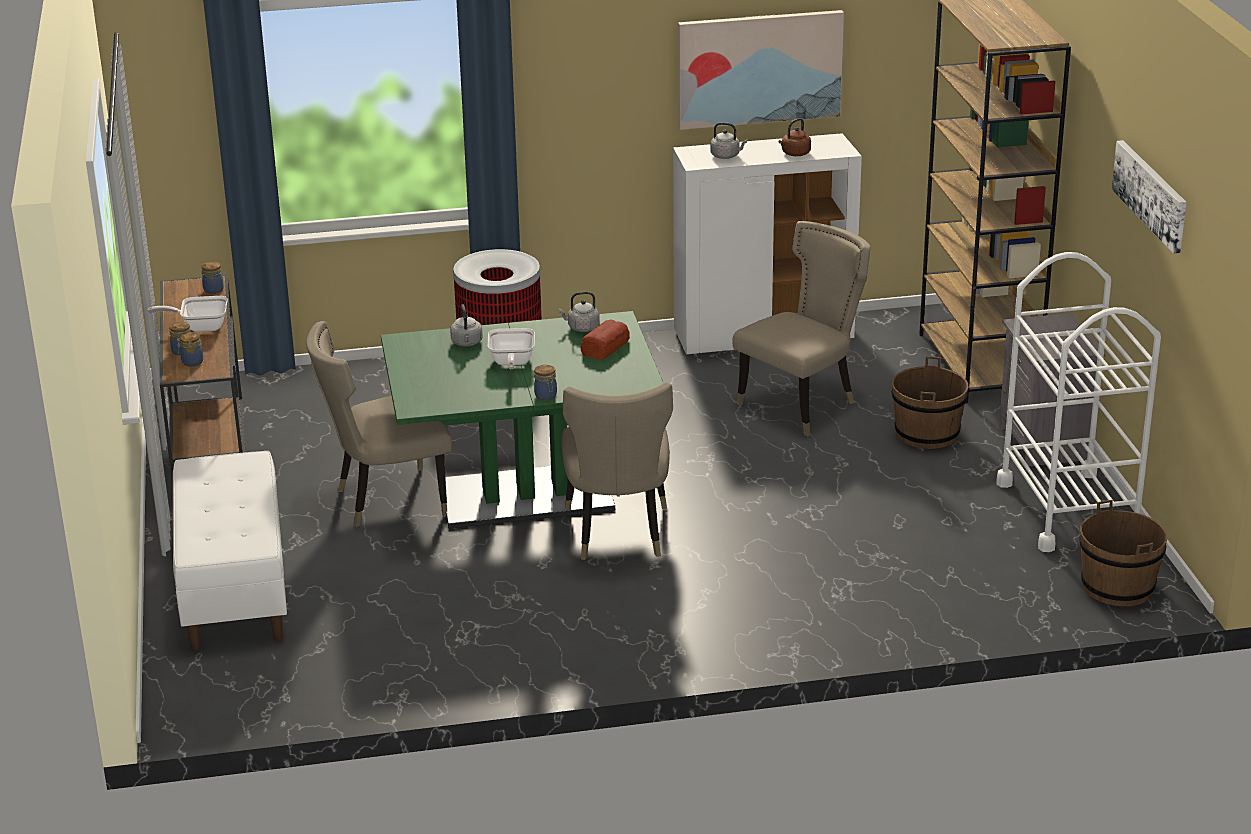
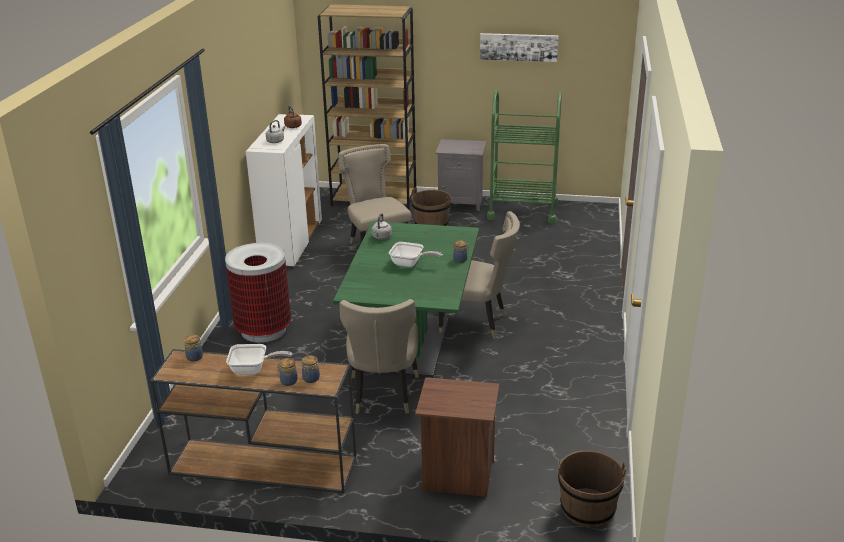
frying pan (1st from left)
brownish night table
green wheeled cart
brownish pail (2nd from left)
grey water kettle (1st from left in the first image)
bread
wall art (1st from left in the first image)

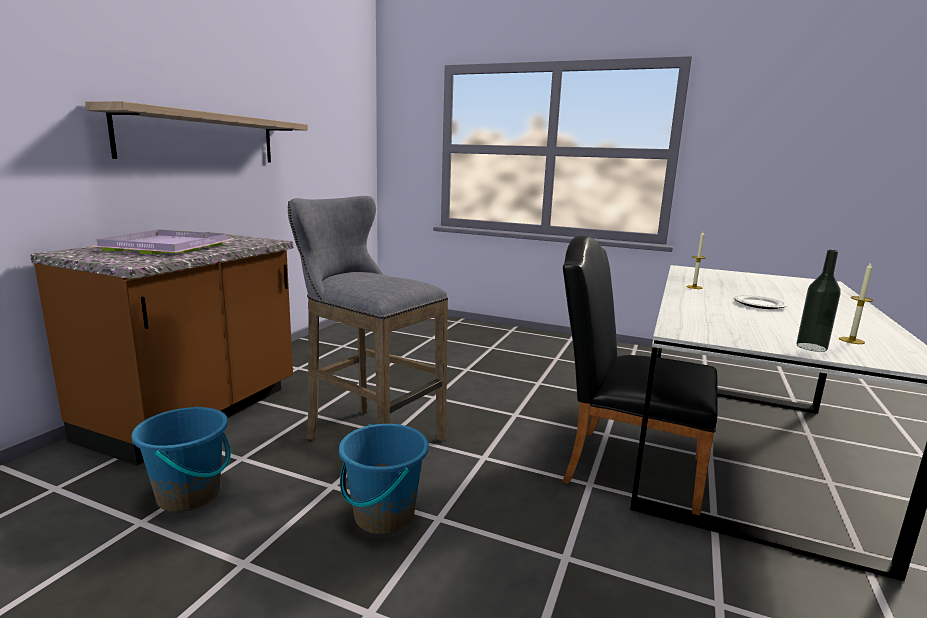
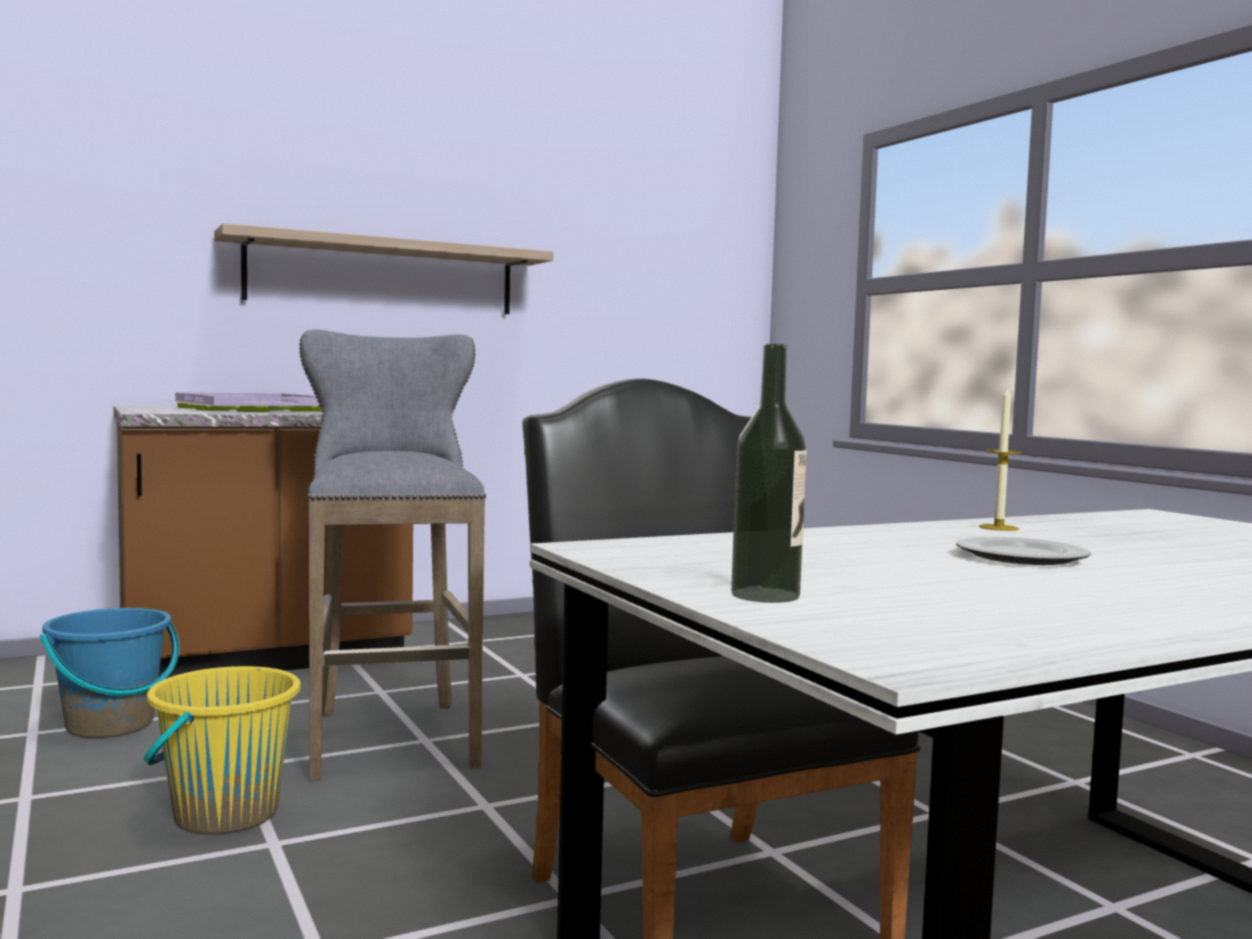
yellow-coloured pail
candle (2nd from left in the first image)

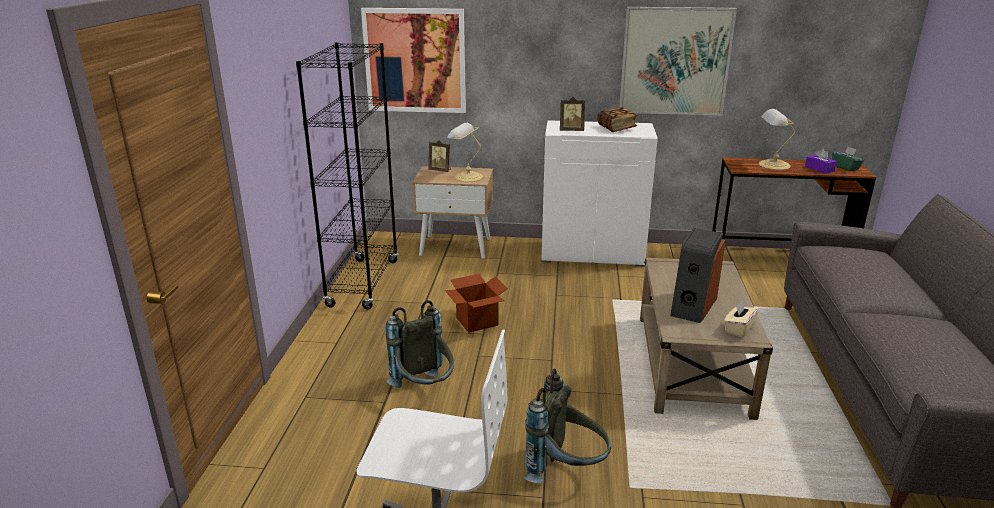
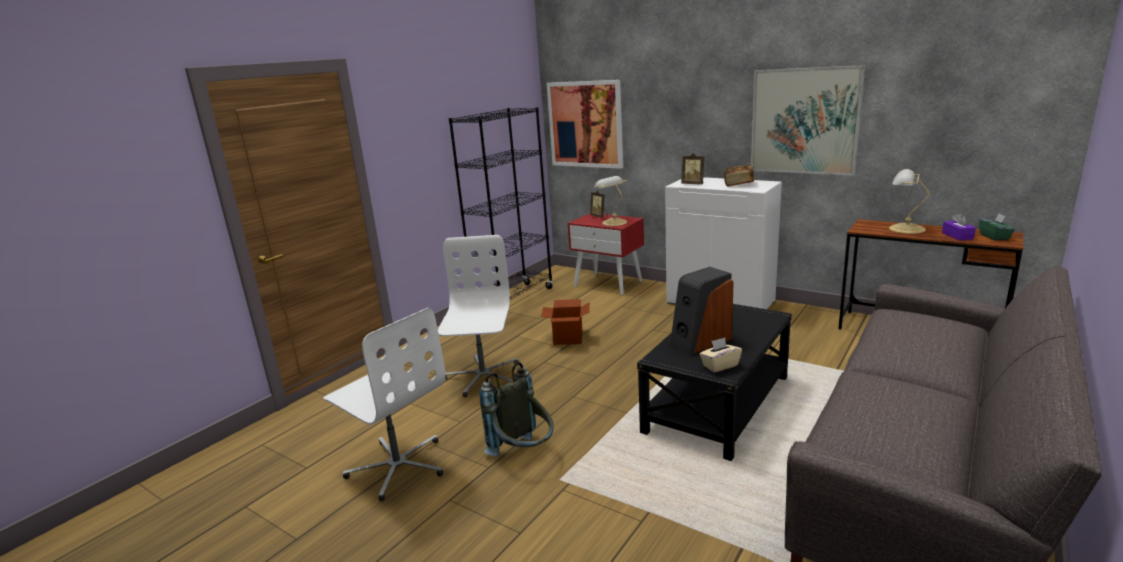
white-coloured office chair (2nd from left)
red-coloured night table
blackish coffee table

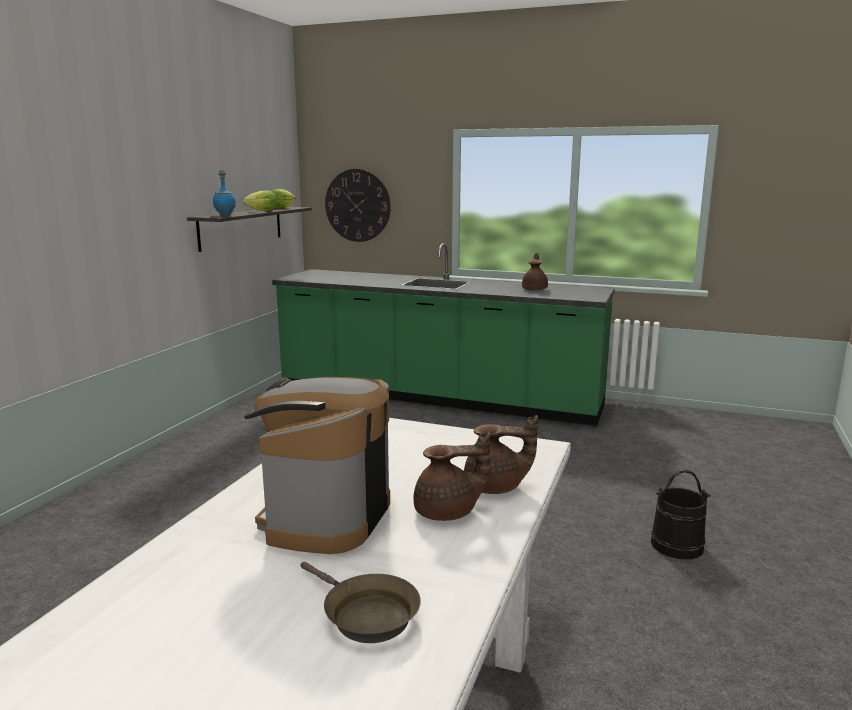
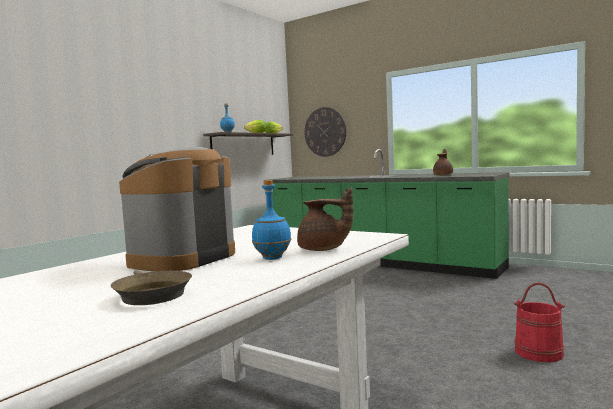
blue beverage bottle (2nd from left)
red-coloured pail

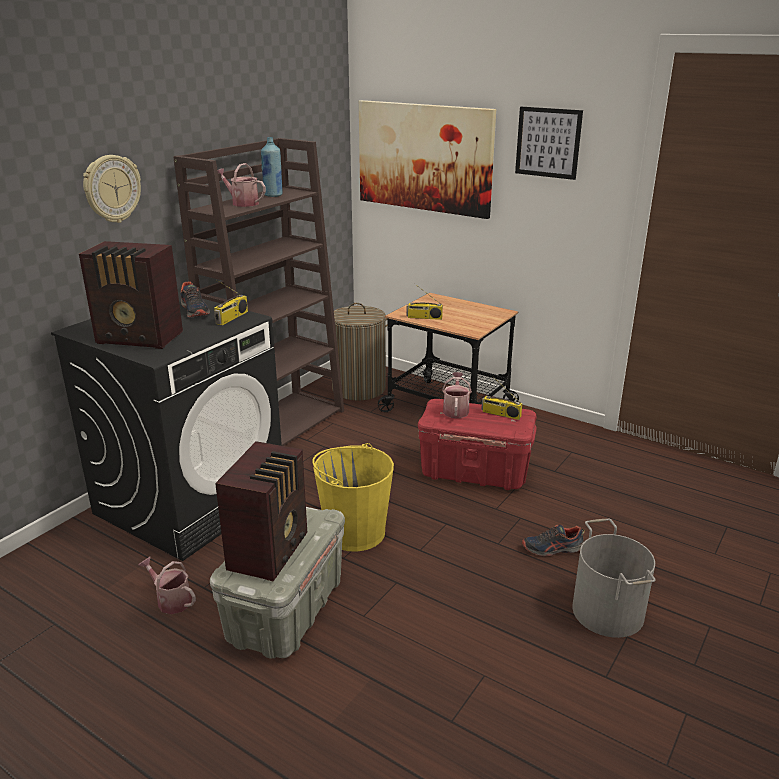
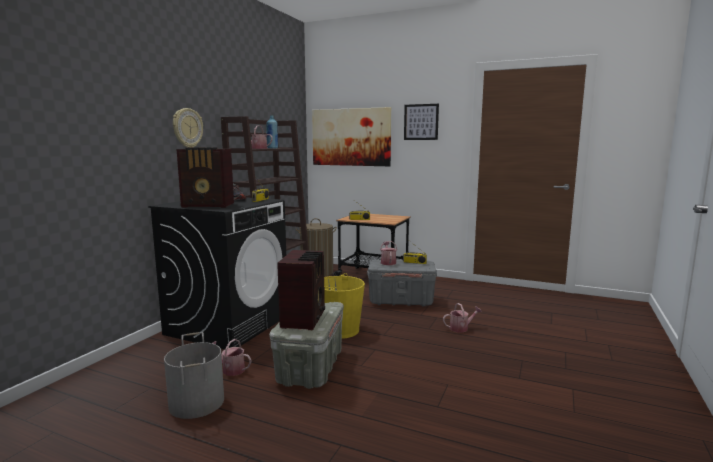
grey pail
grey storage bin (2nd from left)
watering can (4th from left)

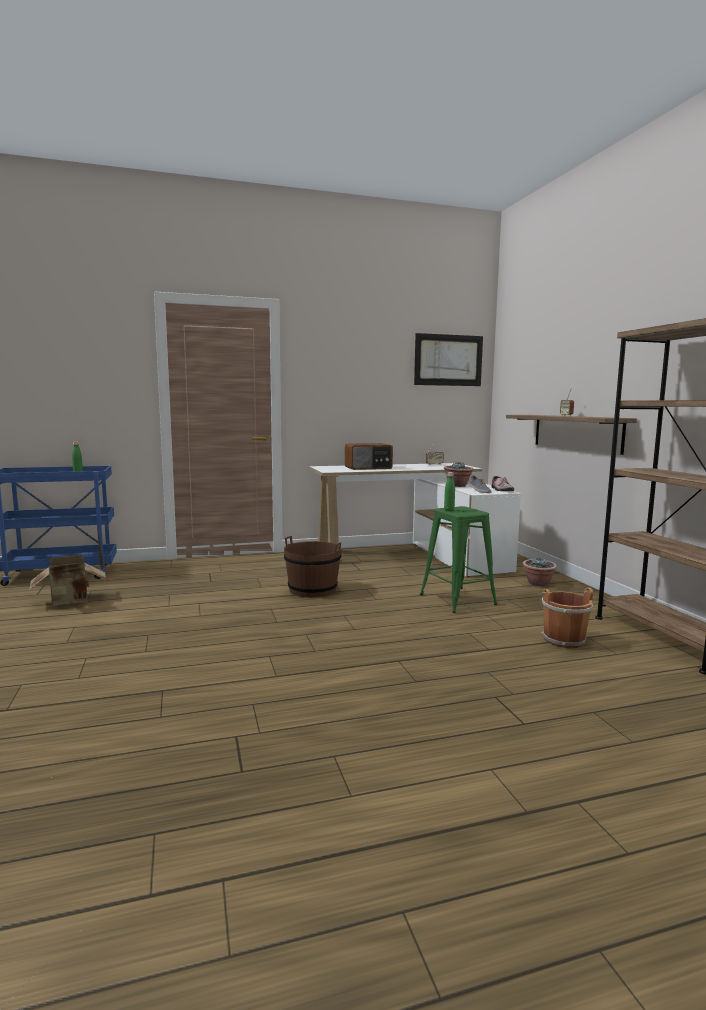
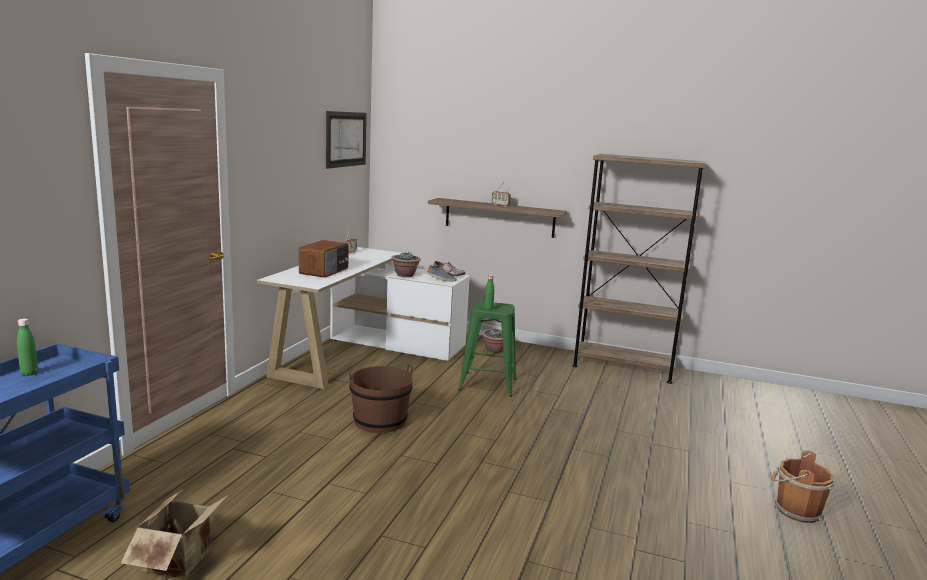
brownish pail (2nd from left)

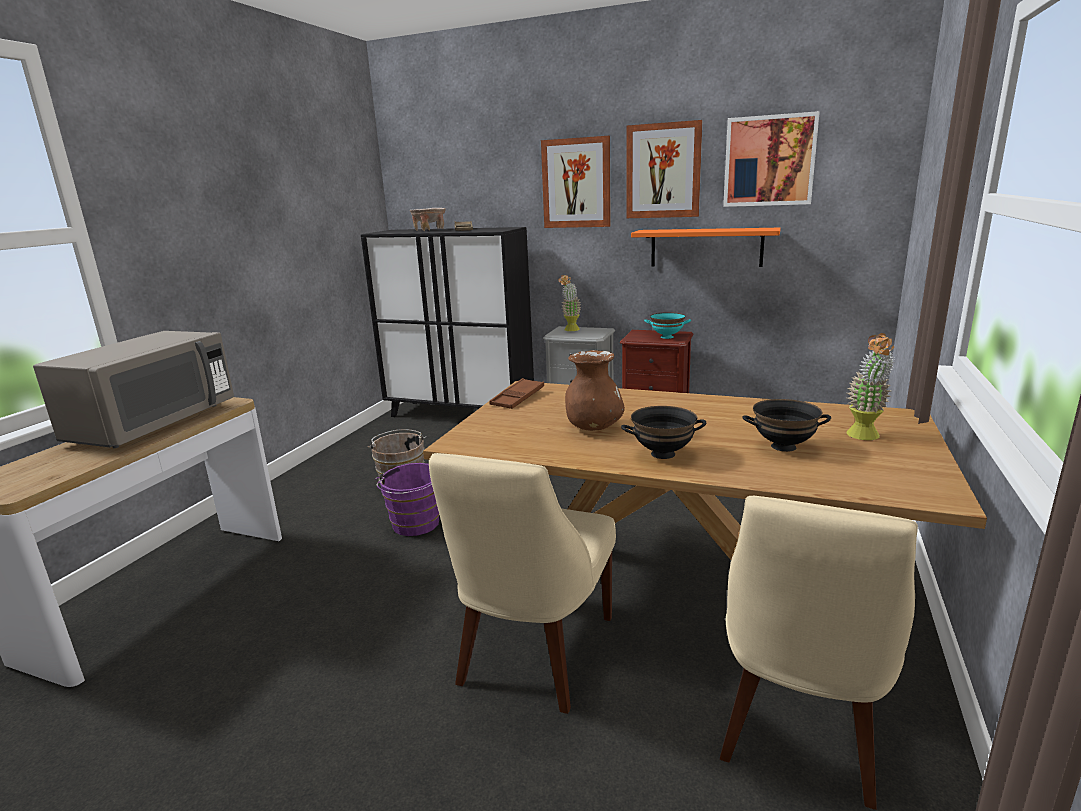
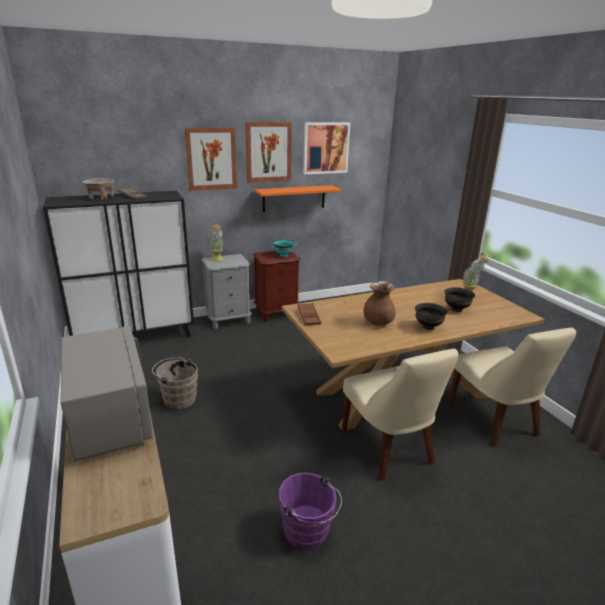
purple-coloured pail

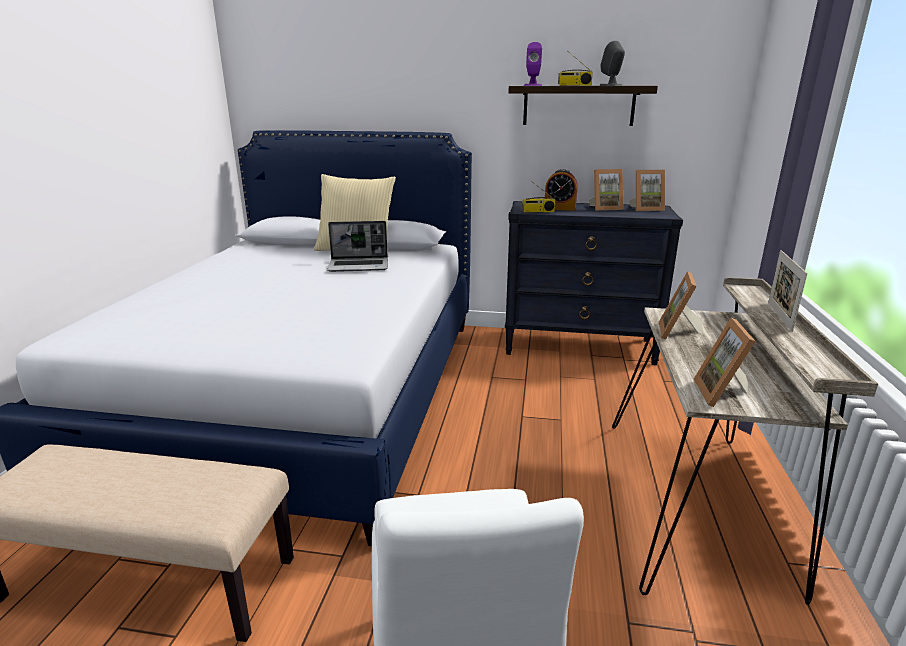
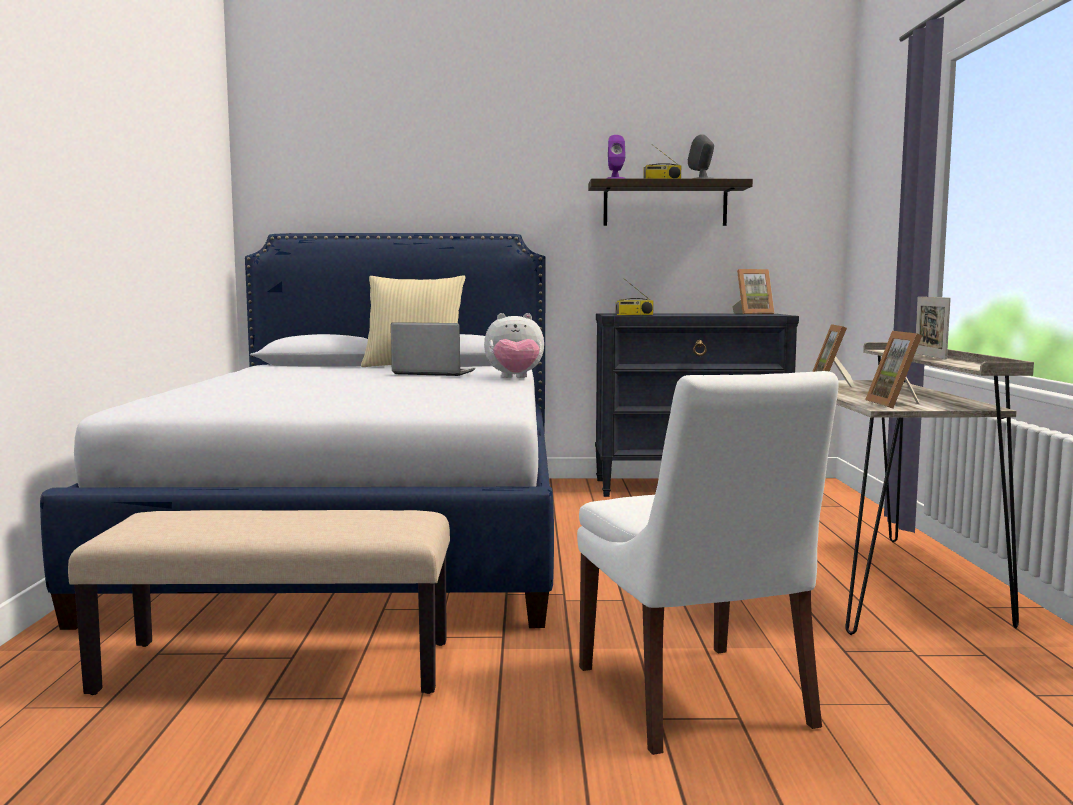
portable computer
plush toy
bedside clock
photo frame (1st from left in the first image)

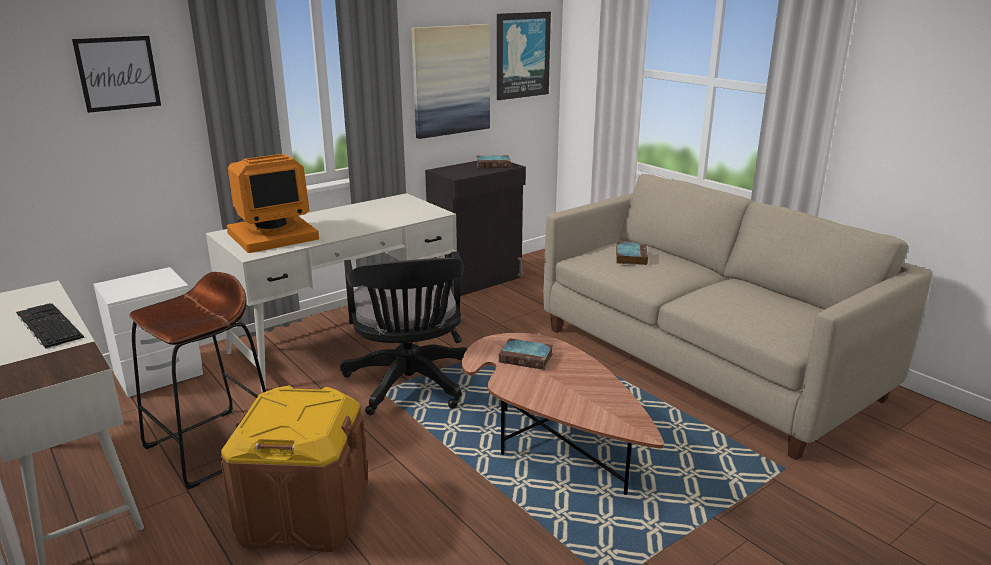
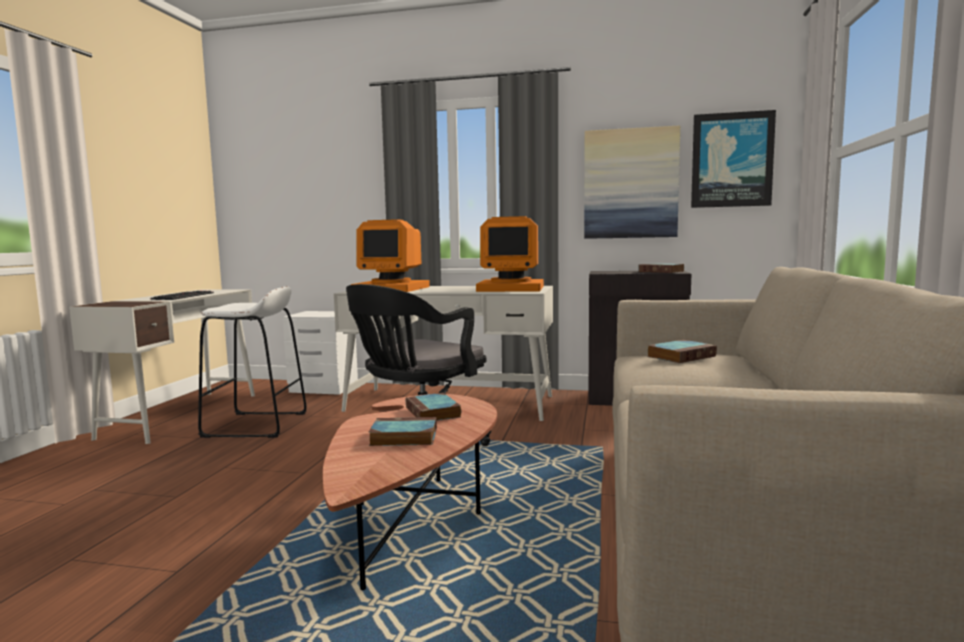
white-coloured sitting stool
book (1st from left)
computer screen (2nd from left)
wall art (1st from left in the first image)
brownish storage bin

